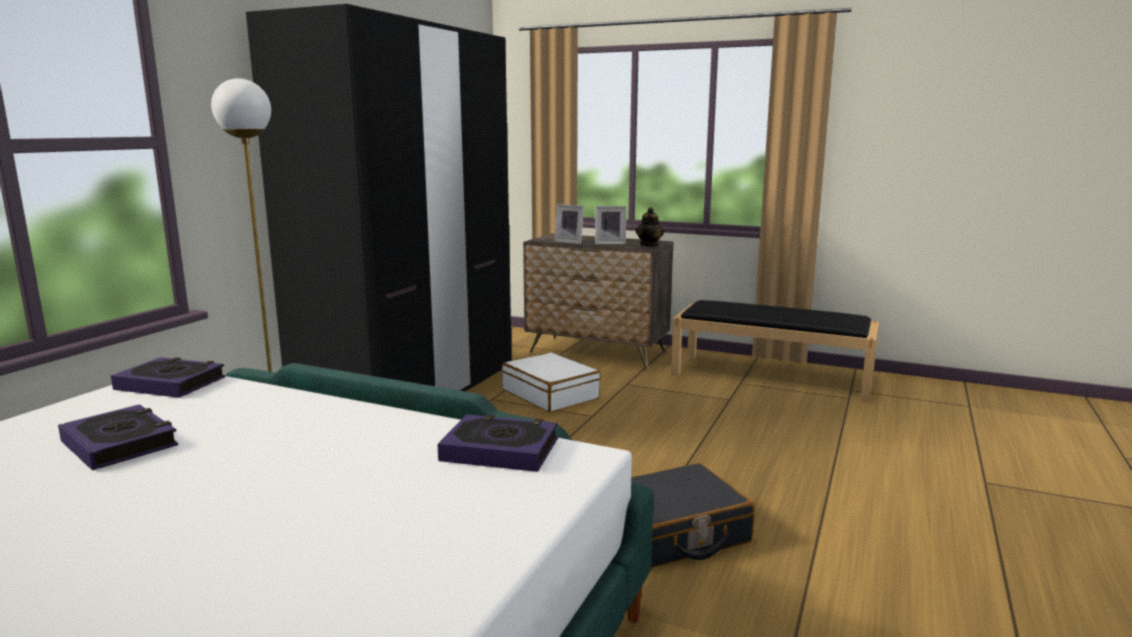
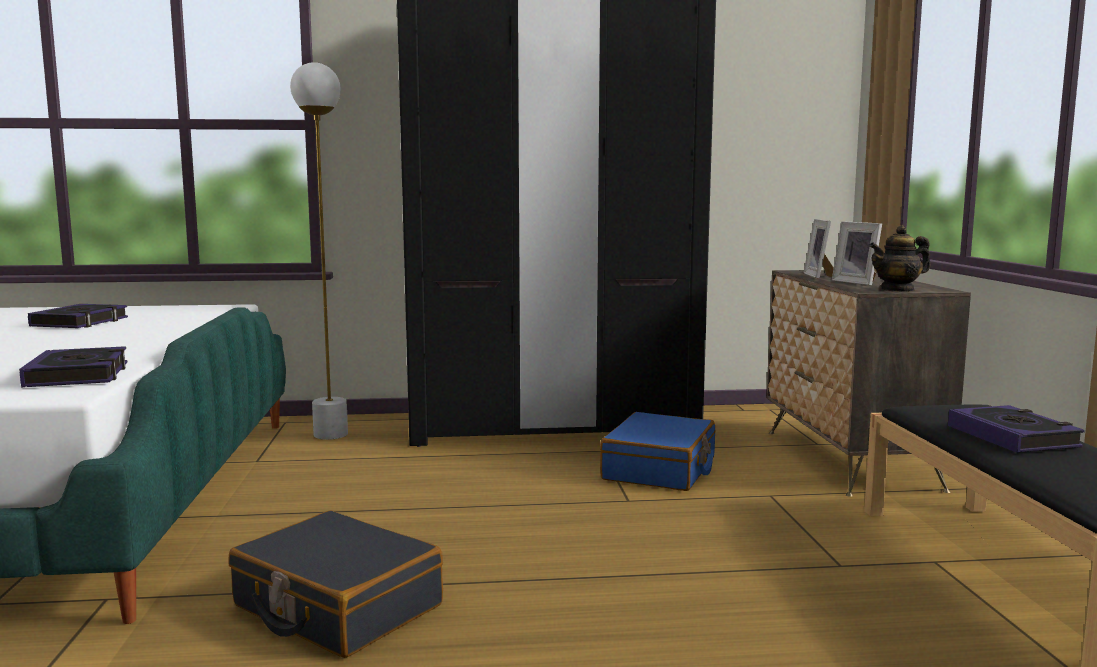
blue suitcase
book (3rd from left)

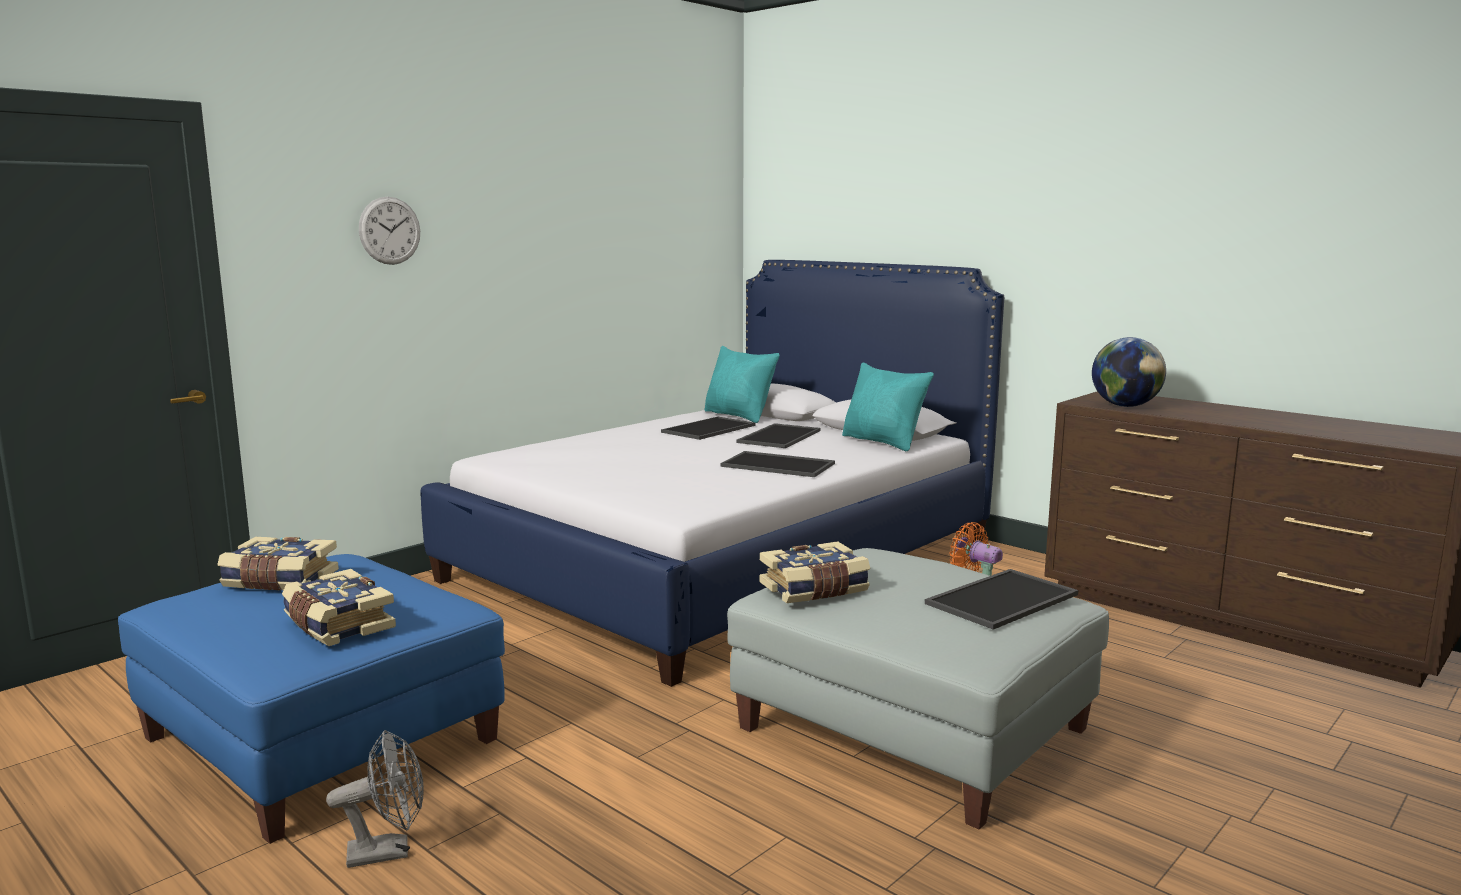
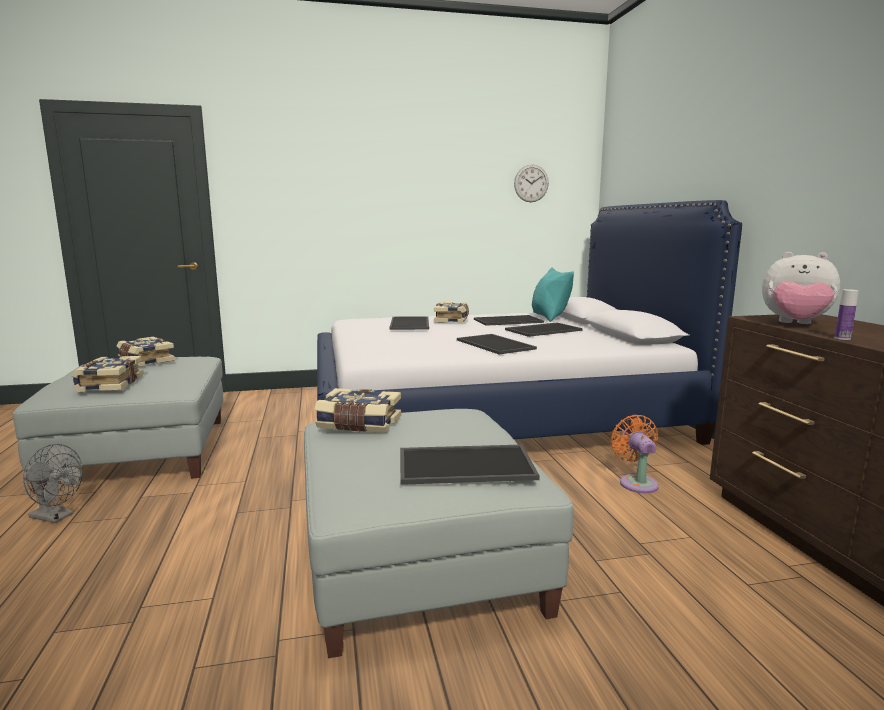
grey ottoman (1st from left)
carrying tray (1st from left)
book (4th from left)
hanging clock
plush toy
beverage bottle
turquoise pillow (2nd from left in the first image)

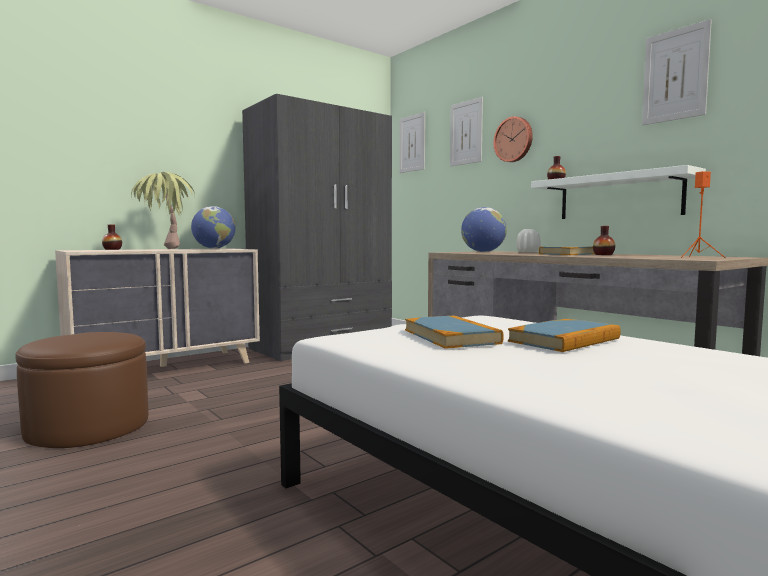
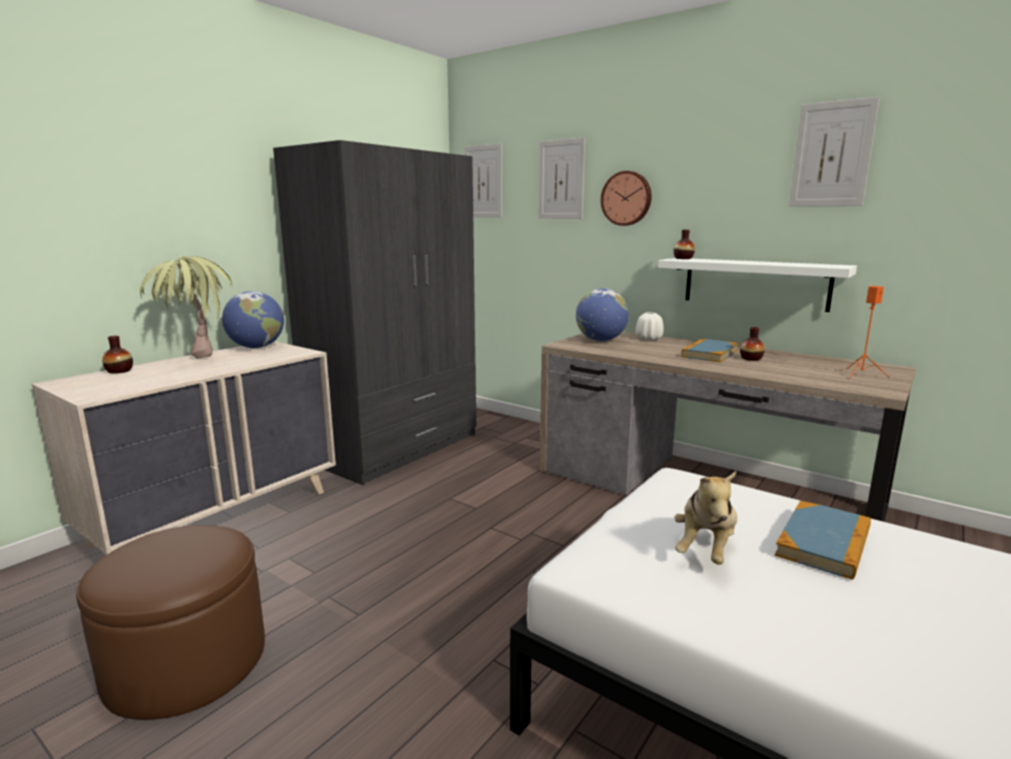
plush toy

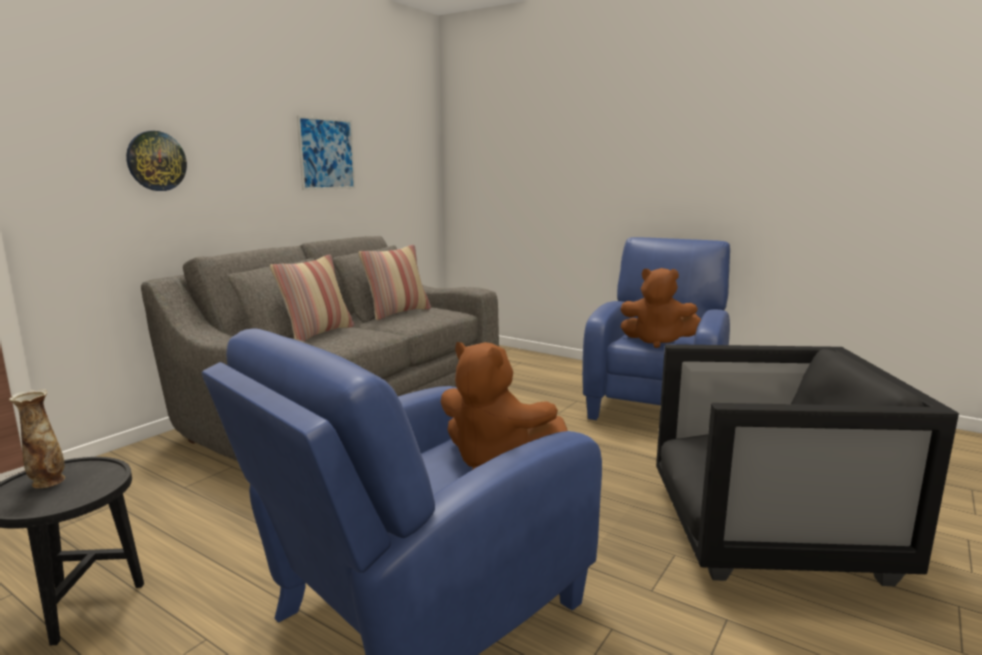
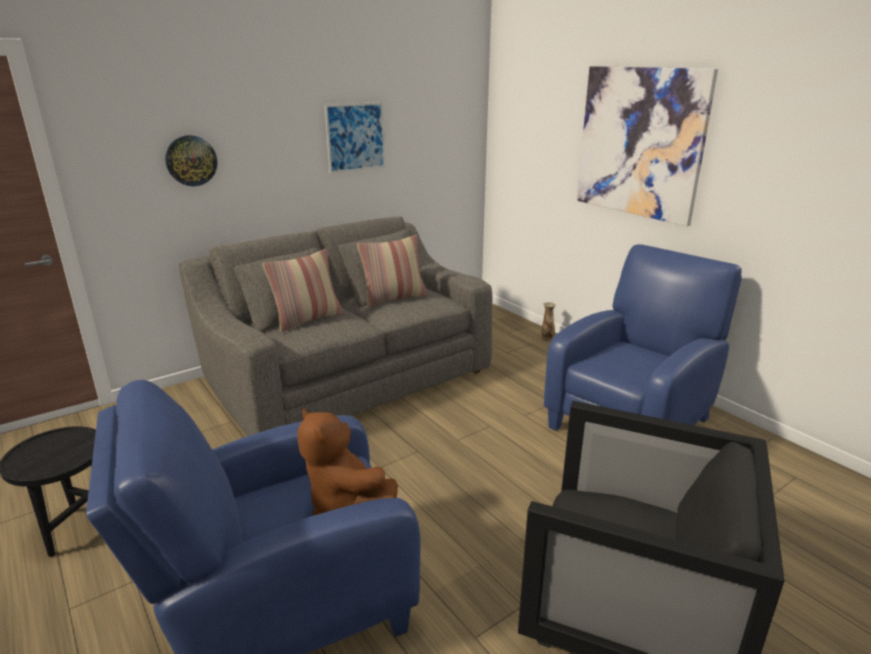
decorative vase
wall art (2nd from left)
brownish plush toy (2nd from left in the first image)

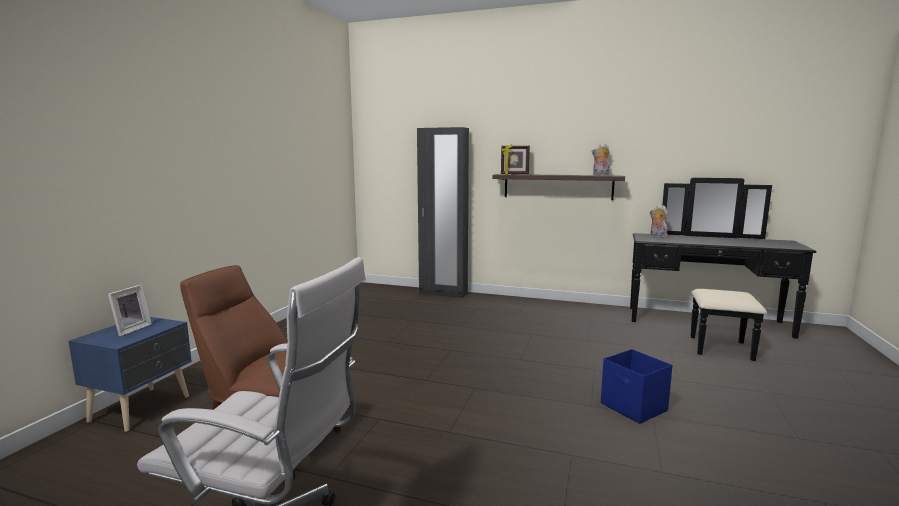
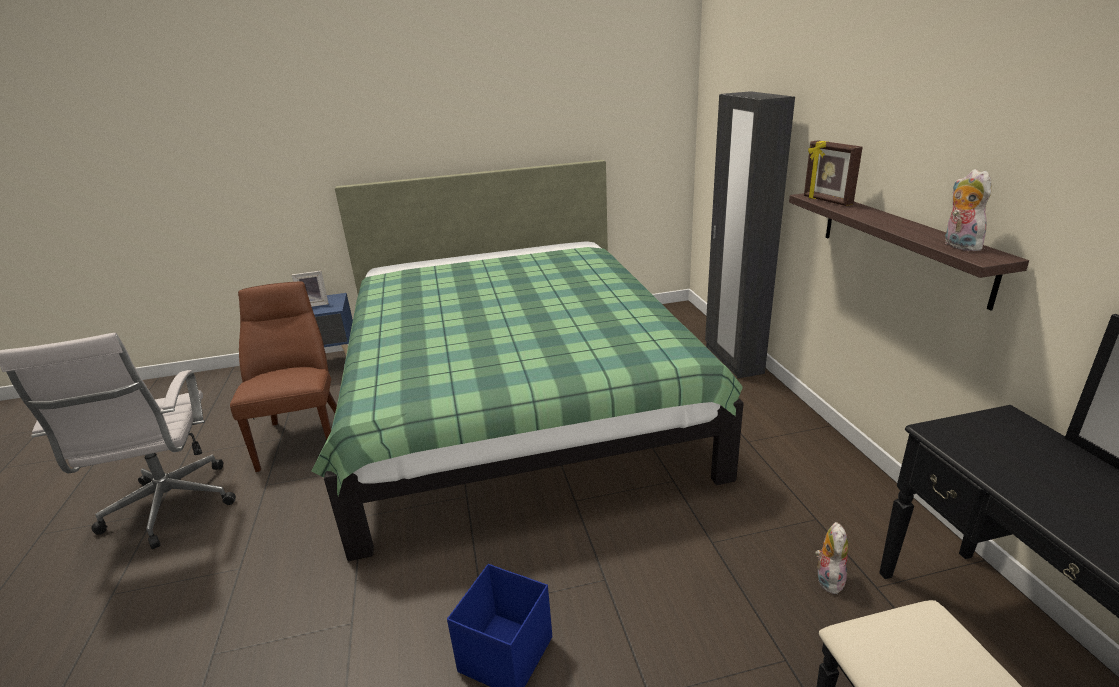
green sleeping bed
plush toy (1st from left)

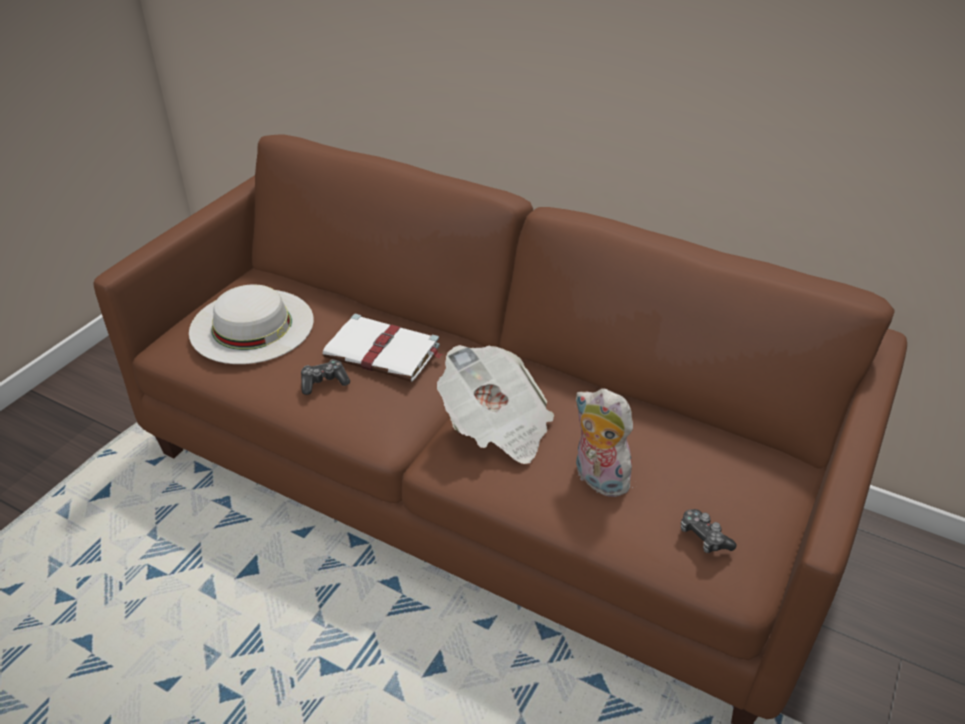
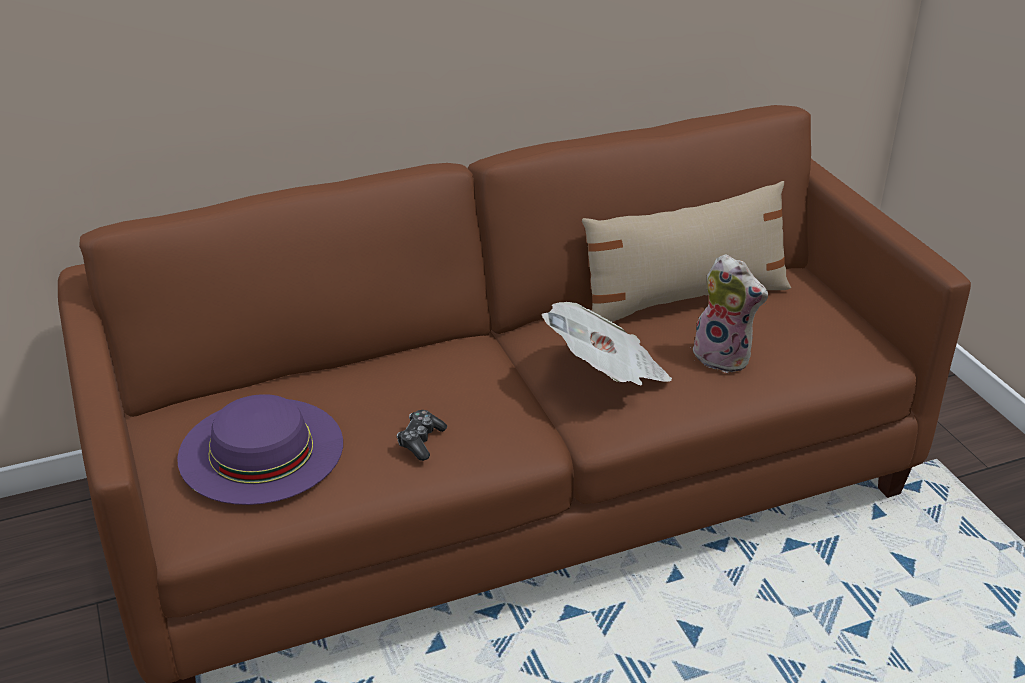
purple-coloured wearable hat
sand-coloured pillow
plush toy
white-coloured book
joypad (2nd from left in the first image)

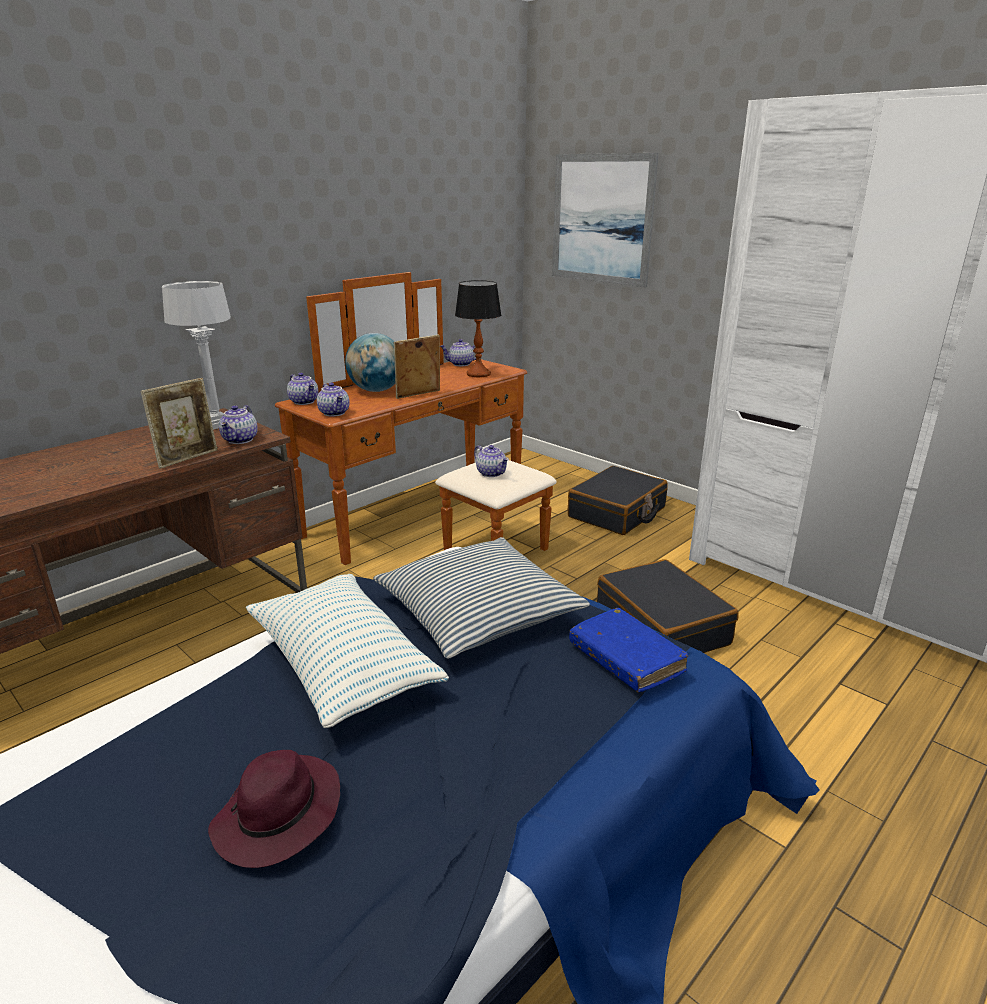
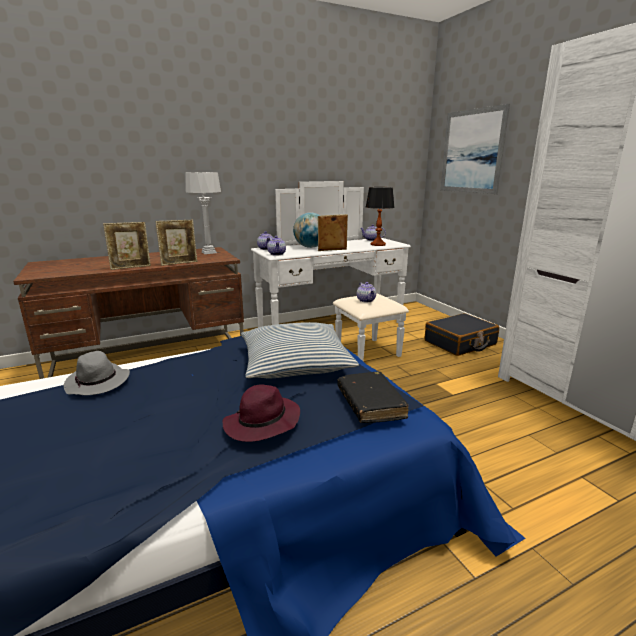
grey wearable hat
photo frame (1st from left)
purple-coloured wearable hat
white-coloured chest of drawers
blackish book
tea pot (1st from left in the first image)
pillow (1st from left in the first image)
blackish suitcase (2nd from left in the first image)

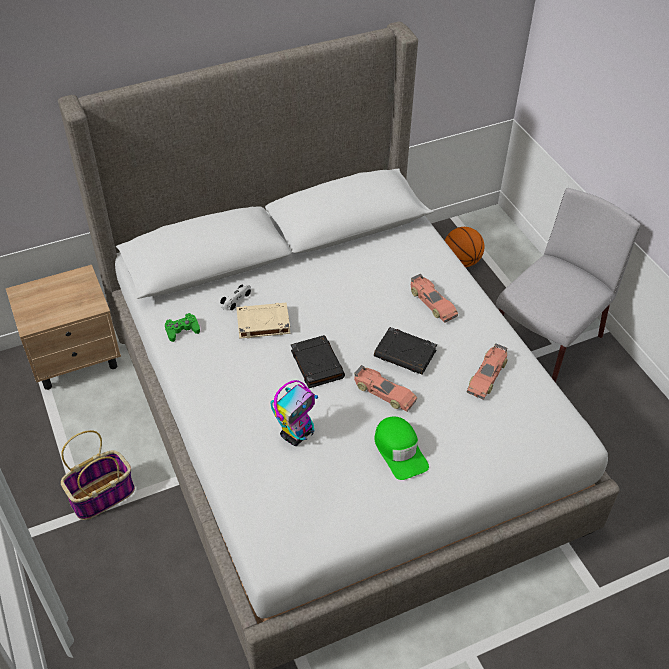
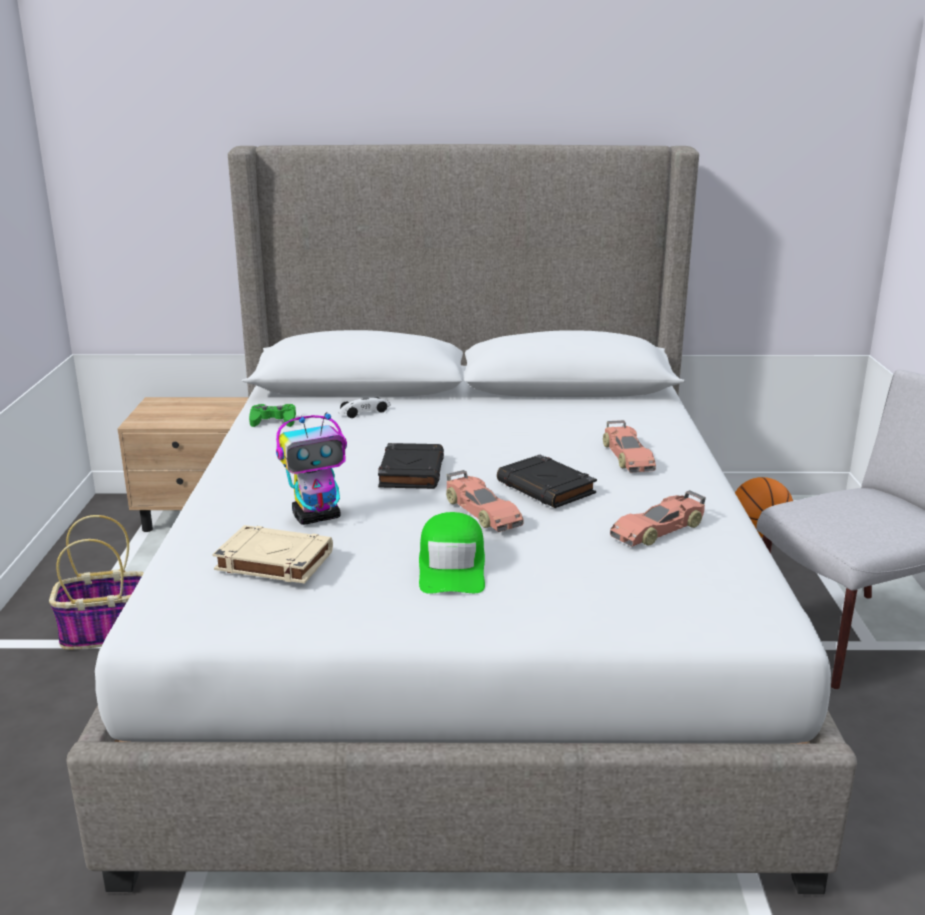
sand-coloured book

